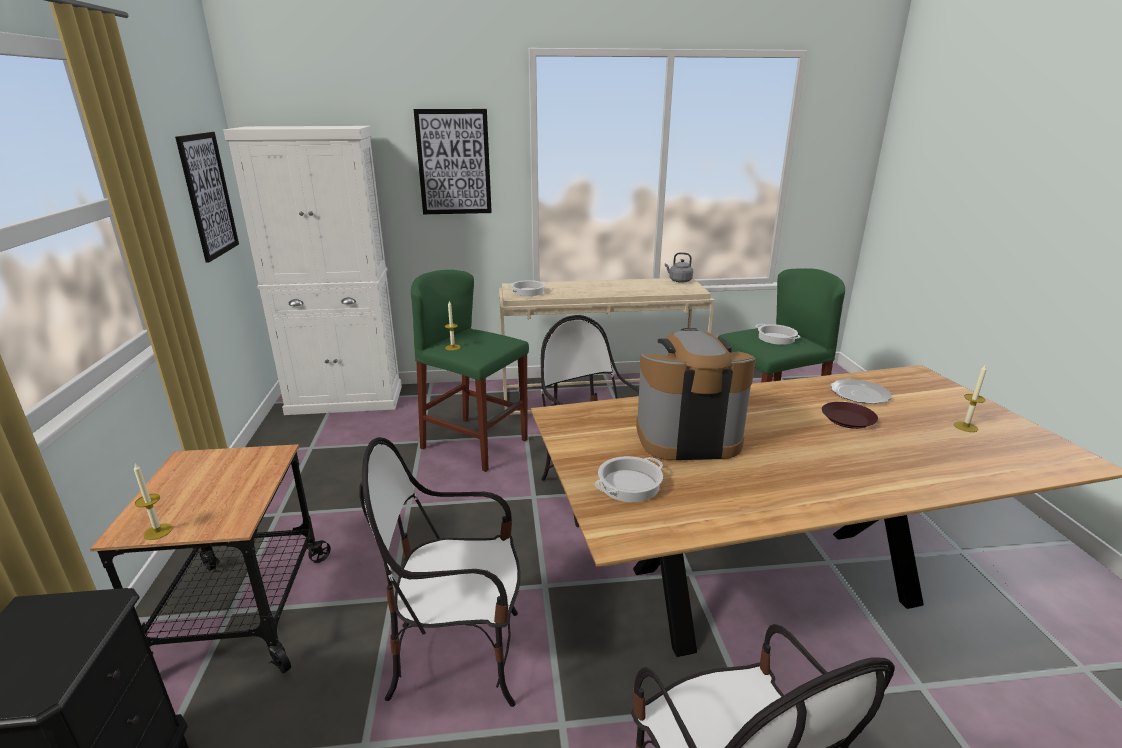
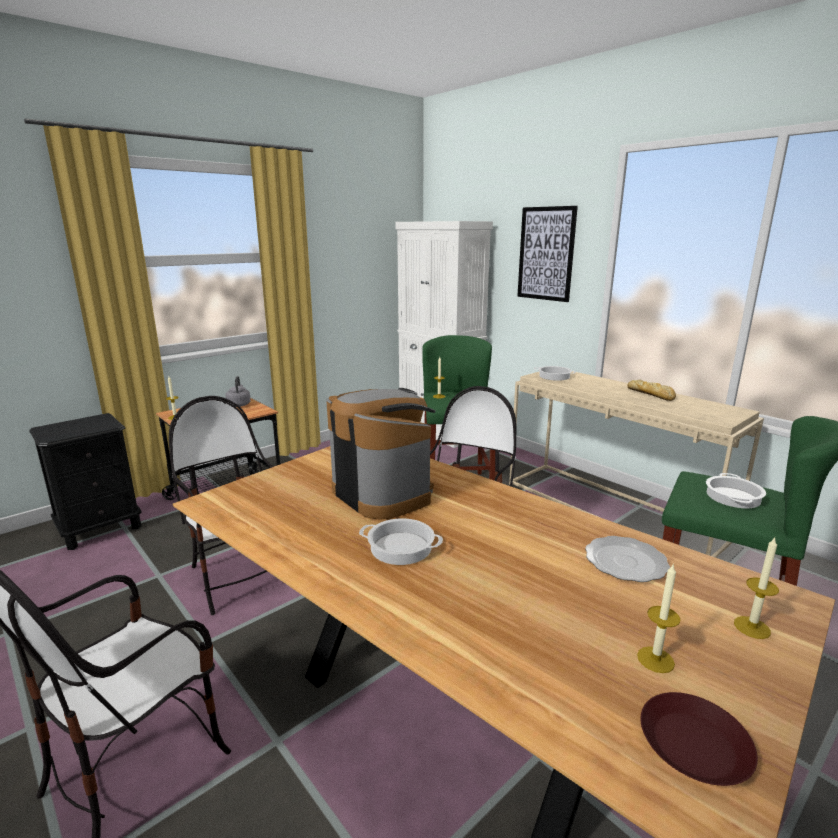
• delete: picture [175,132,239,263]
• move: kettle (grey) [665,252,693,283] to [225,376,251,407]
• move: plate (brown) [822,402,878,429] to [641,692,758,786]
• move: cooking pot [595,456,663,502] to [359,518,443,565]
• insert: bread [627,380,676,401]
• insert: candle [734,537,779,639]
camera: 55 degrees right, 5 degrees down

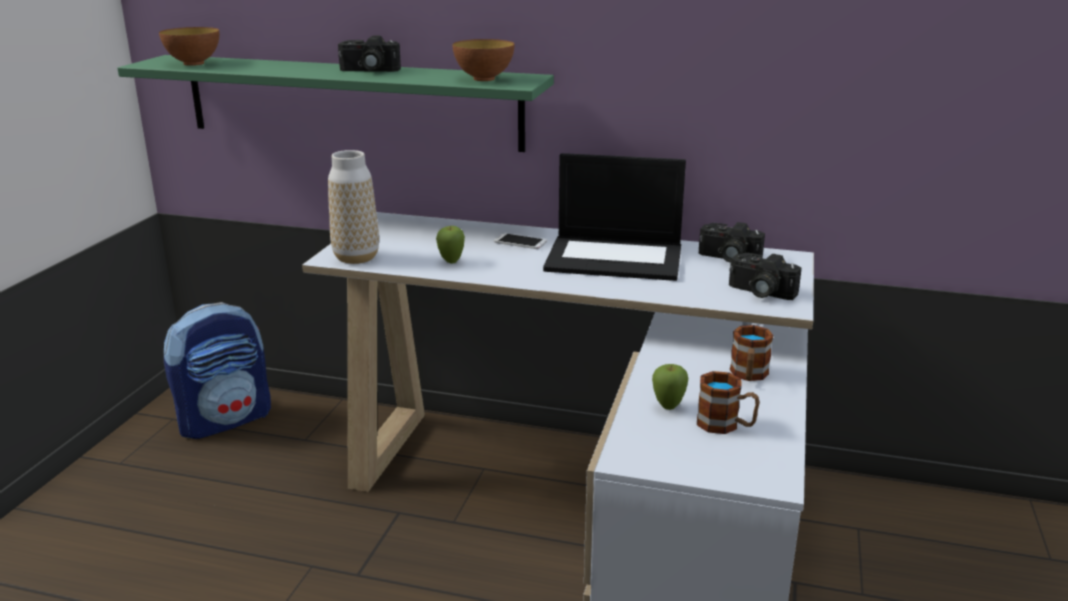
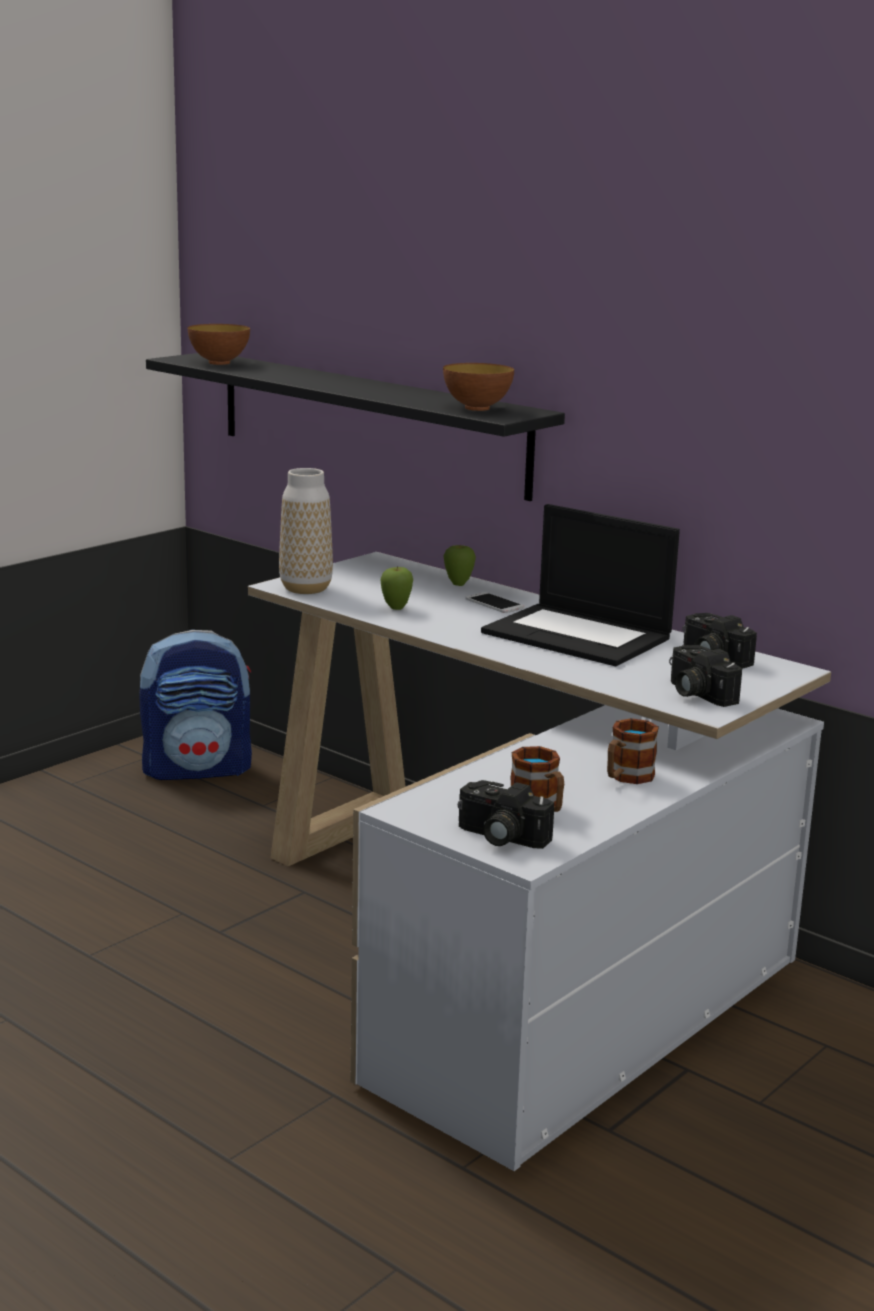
• move: photo camera [338,35,401,72] to [458,780,554,849]
• recolor: shelf (green) [117,55,554,152] to shelf (black) [146,353,565,501]
• move: apple [652,364,688,410] to [443,545,476,586]
camera: 25 degrees right, 5 degrees down

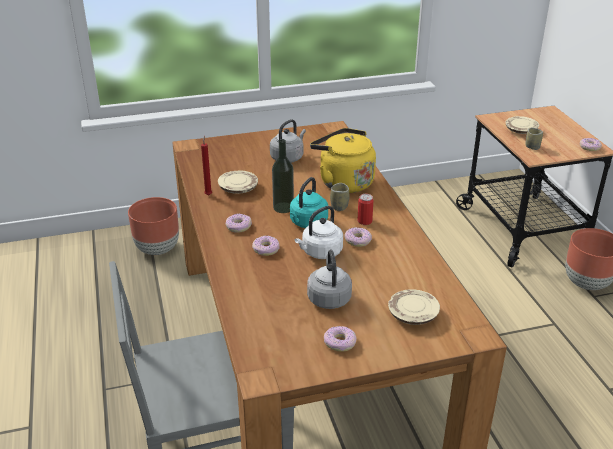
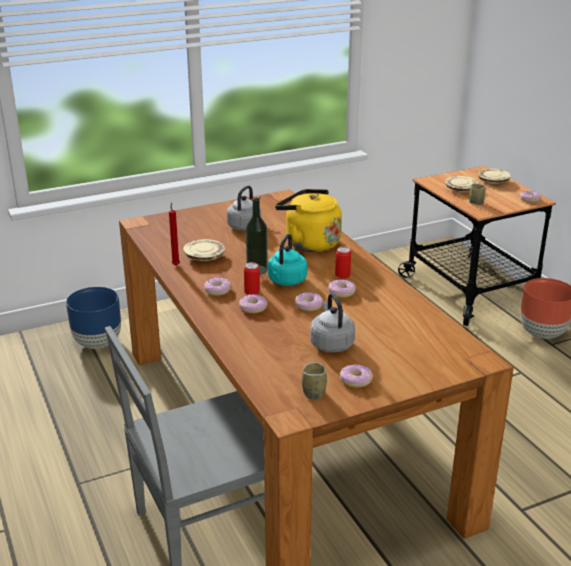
• move: cup [330,183,350,211] to [302,362,327,400]
• recolor: planter (brown) [128,197,179,255] to planter (blue) [66,287,121,349]
• replace: kettle (white) [295,206,343,259] to donut [295,292,323,311]
• move: plate (beige) [388,289,440,325] to [478,169,511,184]
• insert: can [244,262,260,295]
camera: 10 degrees left, 5 degrees down

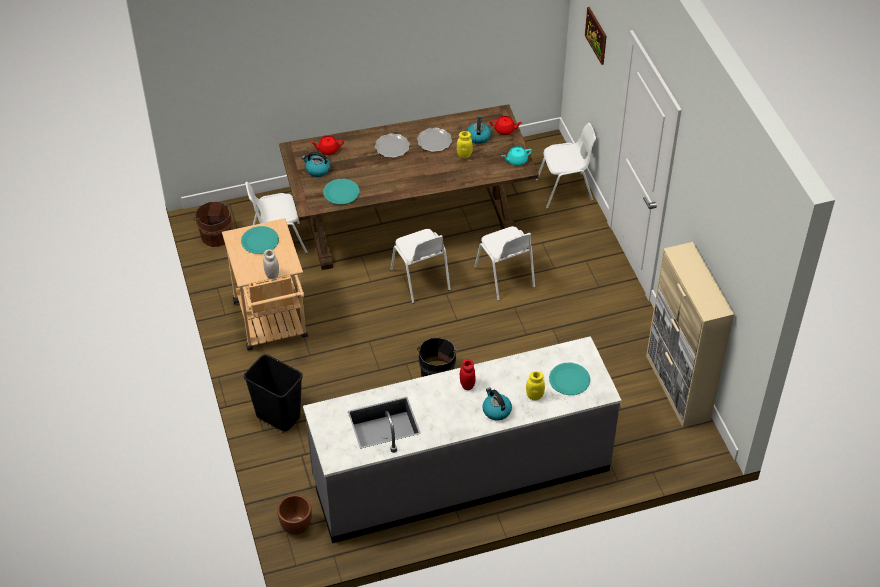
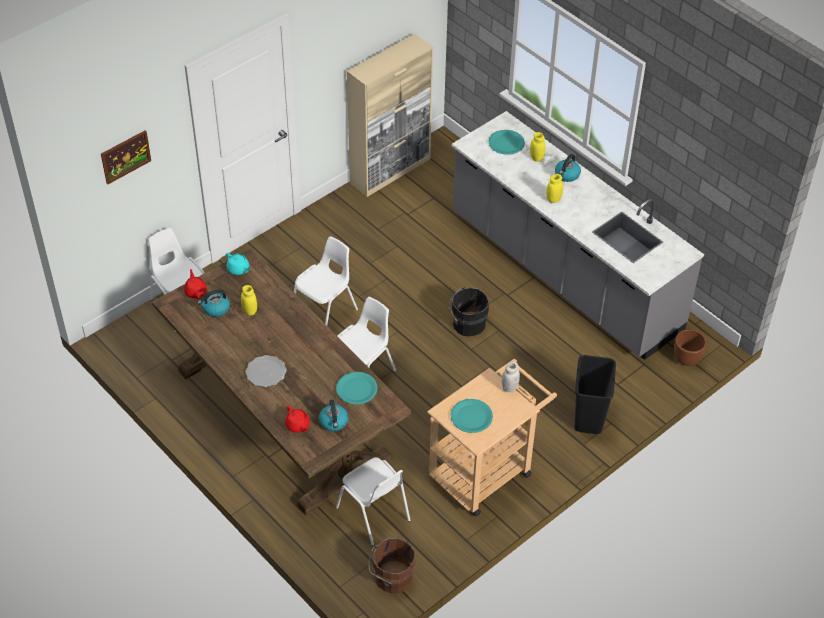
• delete: plate [417,128,452,152]
• recolor: jar (red) [460,359,476,390] to jar (yellow) [546,174,563,203]
camera: 115 degrees left, 0 degrees up

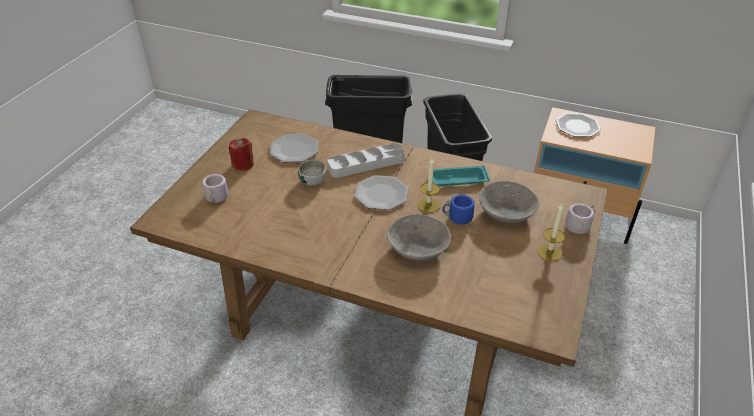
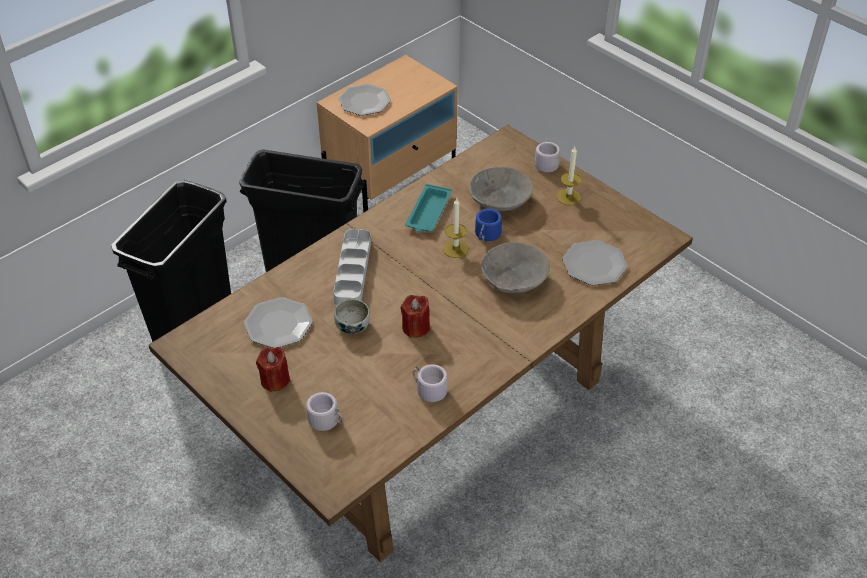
• move: plate [354,175,409,210] to [562,240,628,286]
• insert: candle (red) [400,295,430,338]
• insert: mug (grey) [413,364,448,409]
camera: 65 degrees left, 5 degrees up

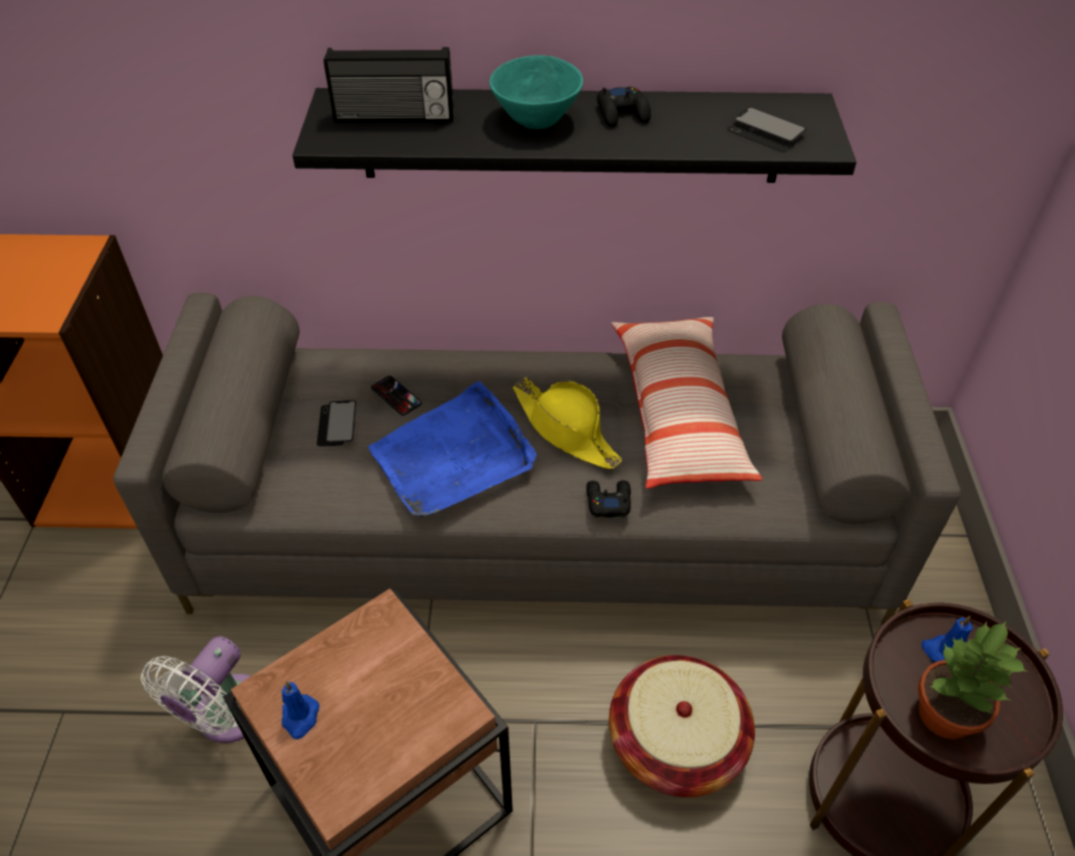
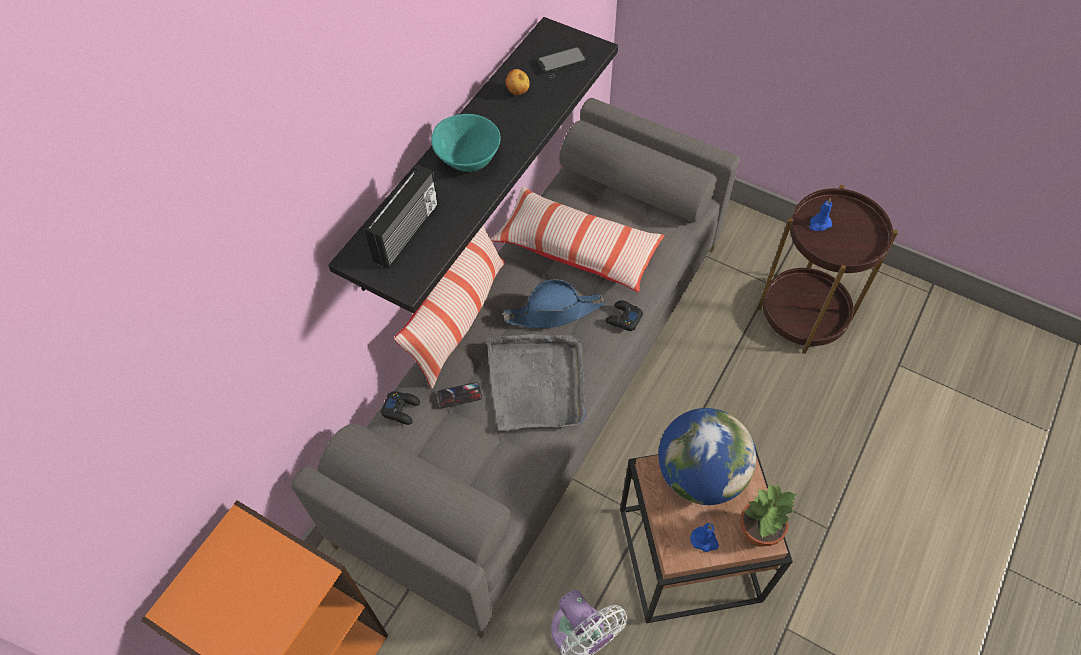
• move: game controller (black) [597,87,651,127] to [380,391,420,425]
• recolor: hat (yellow) [513,378,622,469] to hat (blue) [503,279,605,328]
• recolor: tray (blue) [368,381,536,517] to tray (grey) [487,334,587,431]
• delete: phone [317,400,356,447]
• move: potted plant [918,620,1029,739] to [740,483,797,546]
• delete: basket [609,655,755,797]
• insert: apple [506,69,530,95]
• insert: pillow [394,226,505,389]
• insert: globe [658,408,756,505]
camera: 60 degrees left, 10 degrees up

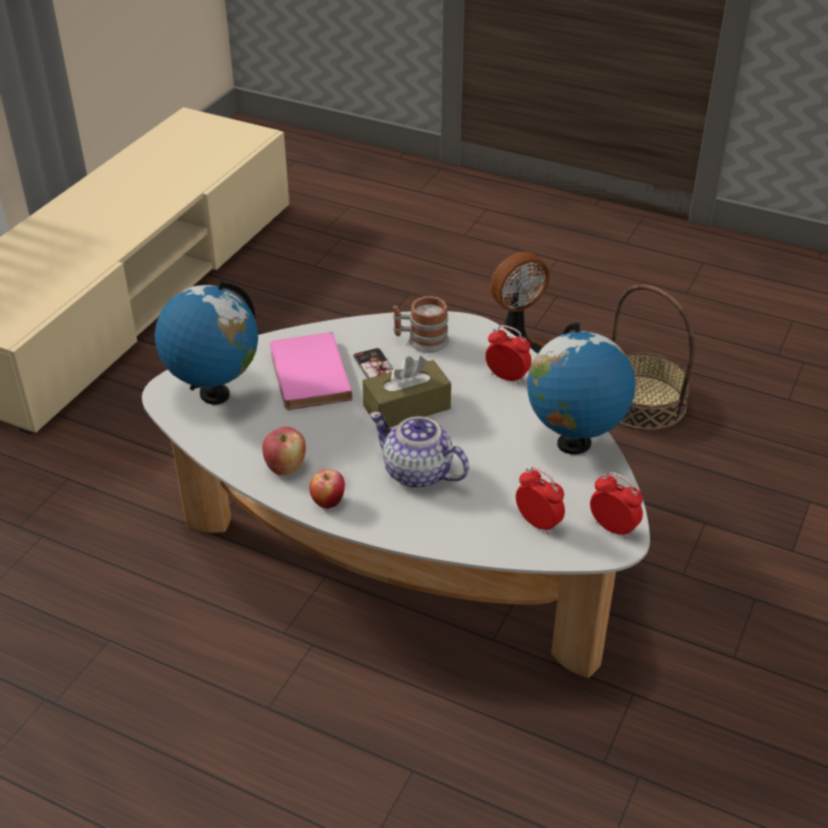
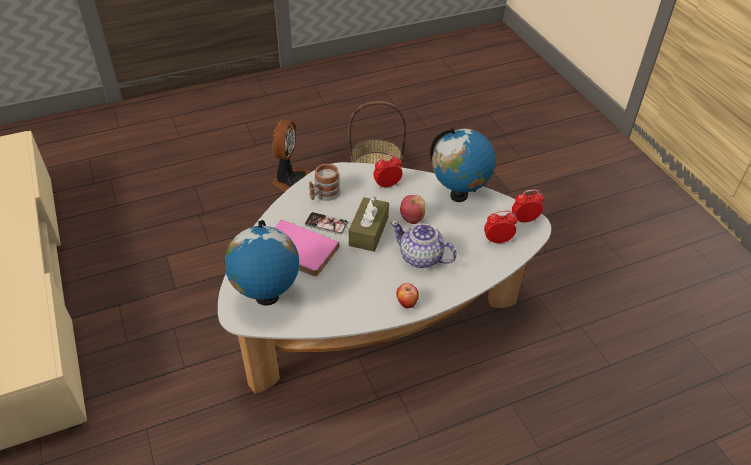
• rotate: teapot [369,412,469,488] = [391,221,457,268] 45 degrees clockwise
• move: apple [262,427,306,475] to [400,195,426,224]
camera: 50 degrees left, 5 degrees up

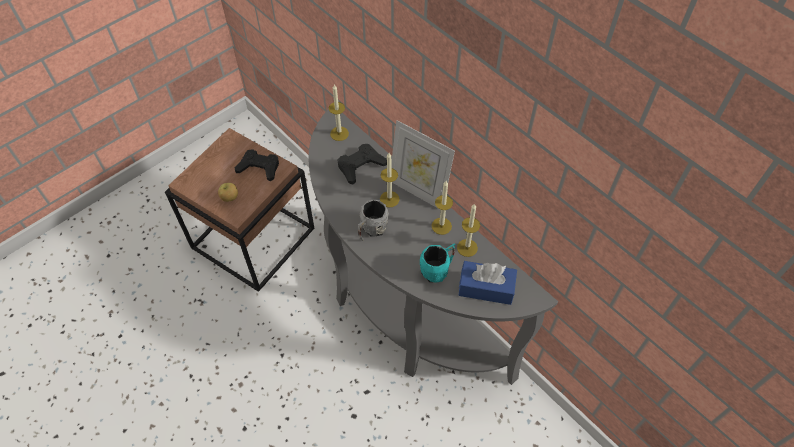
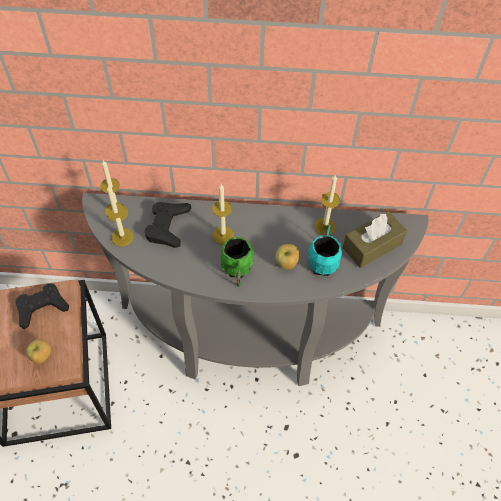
• delete: picture frame [391,120,455,208]
• move: candle [432,181,453,235] to [105,185,133,246]
• recolor: mug (grey) [358,200,389,241] to mug (green) [220,237,254,287]
• recolor: tissue box (blue) [459,261,517,305] to tissue box (brown) [343,211,407,268]
• insert: apple [275,244,299,270]
camera: 45 degrees left, 0 degrees up

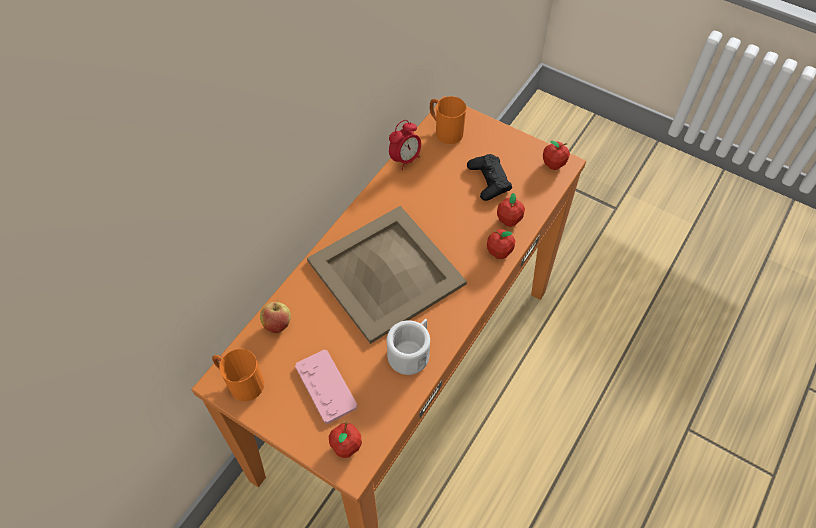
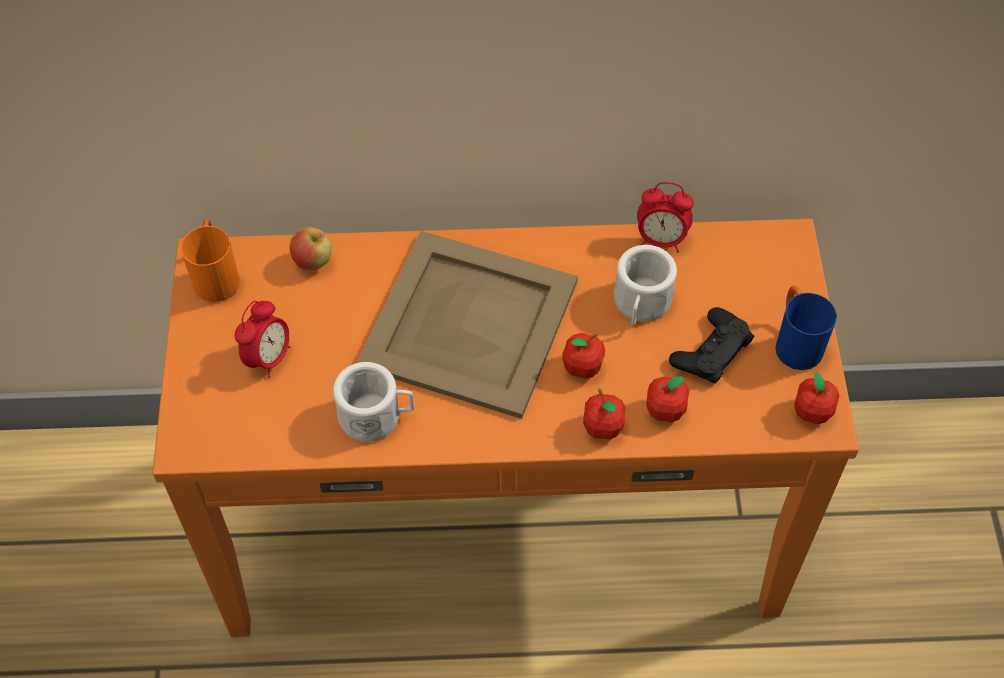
• delete: mug (orange) [430,96,466,144]
• replace: game controller (pink) [295,349,358,424] to alarm clock [235,301,291,378]
• move: apple [329,422,362,458] to [562,332,605,379]
• insert: mug (white) [614,245,677,325]
• insert: mug (blue) [776,286,837,370]
camera: 55 degrees right, 0 degrees up

